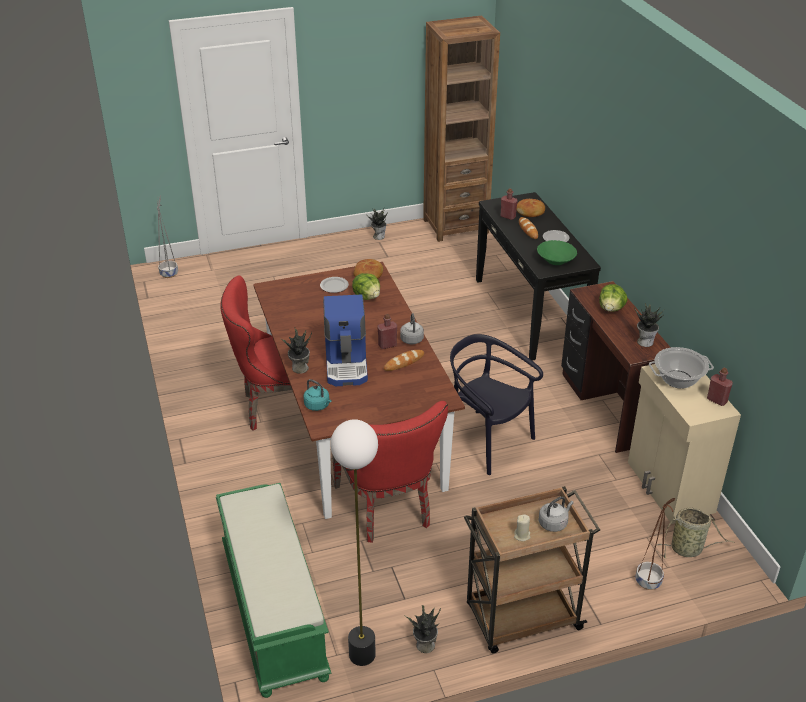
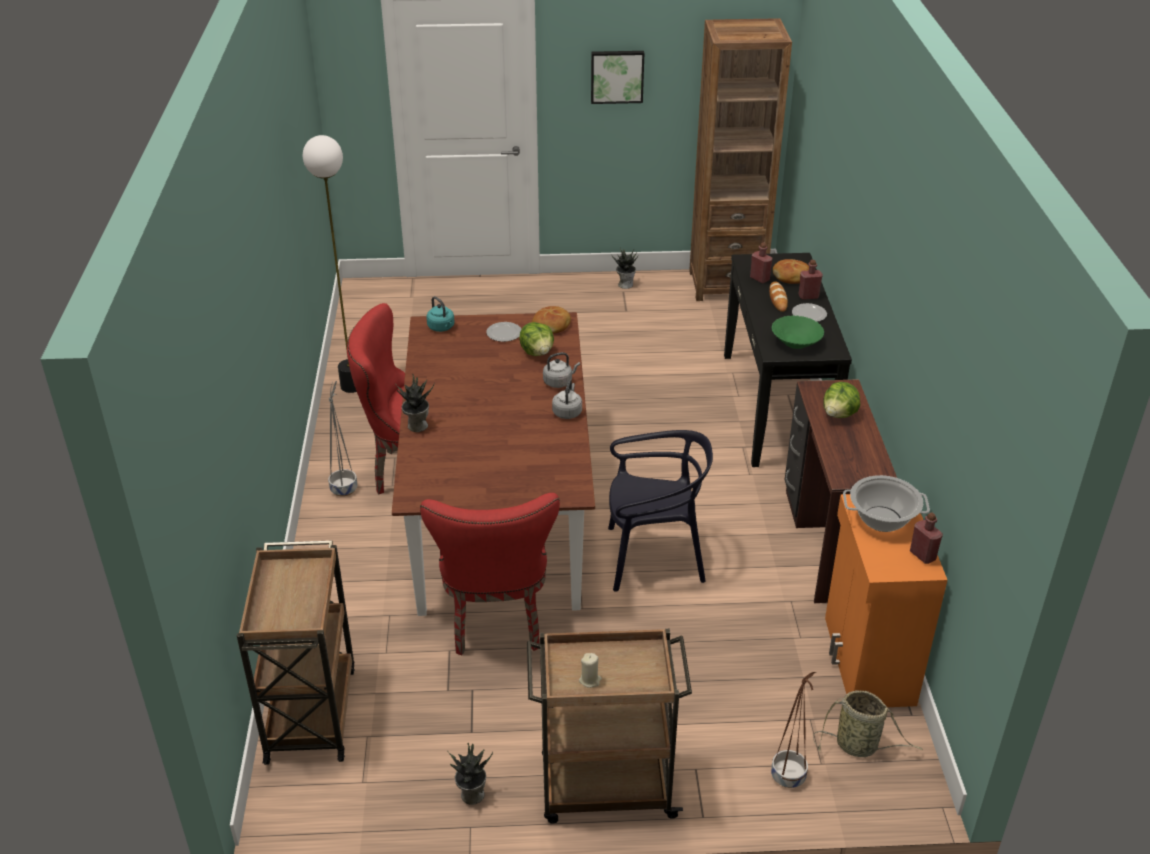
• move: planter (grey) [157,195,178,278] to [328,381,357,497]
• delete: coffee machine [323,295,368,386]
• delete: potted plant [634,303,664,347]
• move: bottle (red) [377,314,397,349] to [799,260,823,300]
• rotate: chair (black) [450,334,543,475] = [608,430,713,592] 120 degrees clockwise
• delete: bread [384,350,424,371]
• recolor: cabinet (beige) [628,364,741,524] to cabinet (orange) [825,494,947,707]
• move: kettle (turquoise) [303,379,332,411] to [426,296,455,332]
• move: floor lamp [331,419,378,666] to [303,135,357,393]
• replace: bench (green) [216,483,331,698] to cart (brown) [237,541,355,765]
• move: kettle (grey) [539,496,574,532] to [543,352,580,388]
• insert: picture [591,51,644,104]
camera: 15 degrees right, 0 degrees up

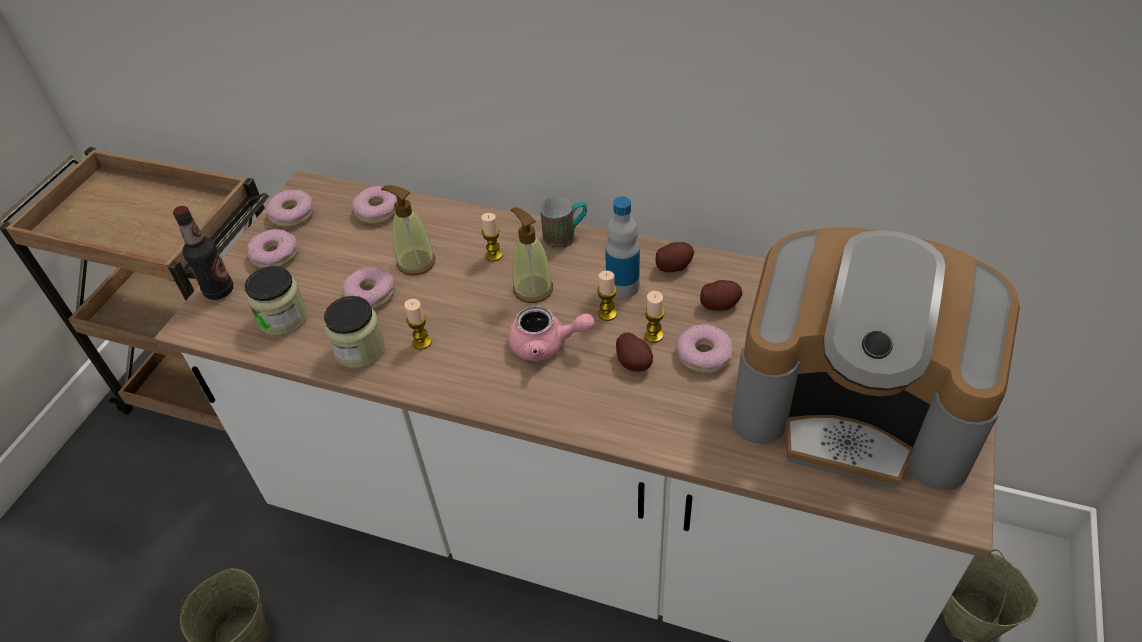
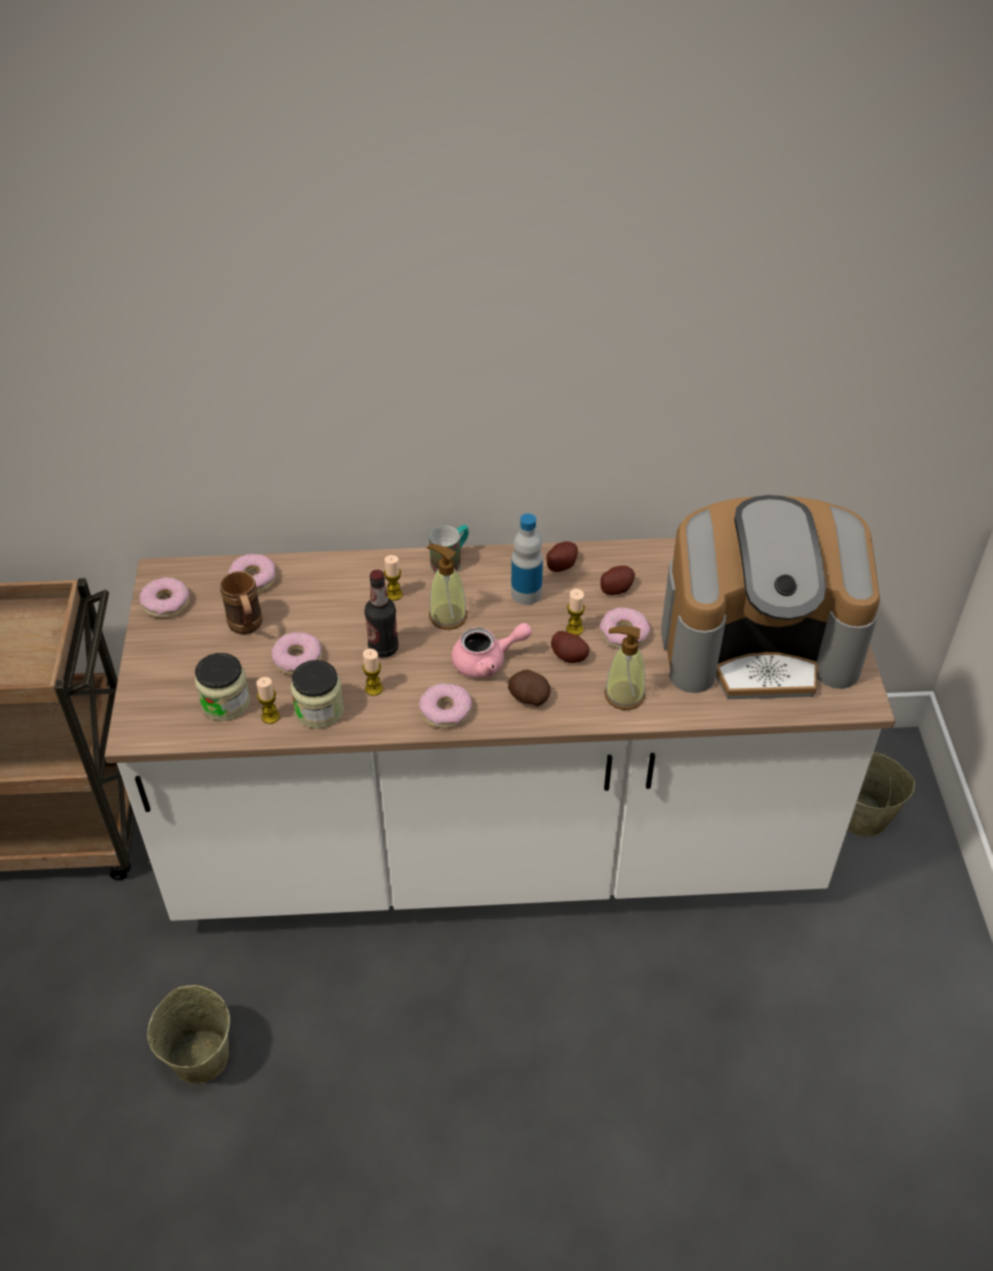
• move: soap dispenser [381,185,435,276] to [604,626,645,710]
• move: bottle [173,206,233,300] to [364,570,399,658]
• move: donut [247,229,298,268] to [419,683,472,729]
• move: candle [597,271,617,321] to [256,677,280,724]
• insert: mug (brown) [220,571,262,634]
• insert: potato [508,670,550,706]
camera: 25 degrees left, 0 degrees up

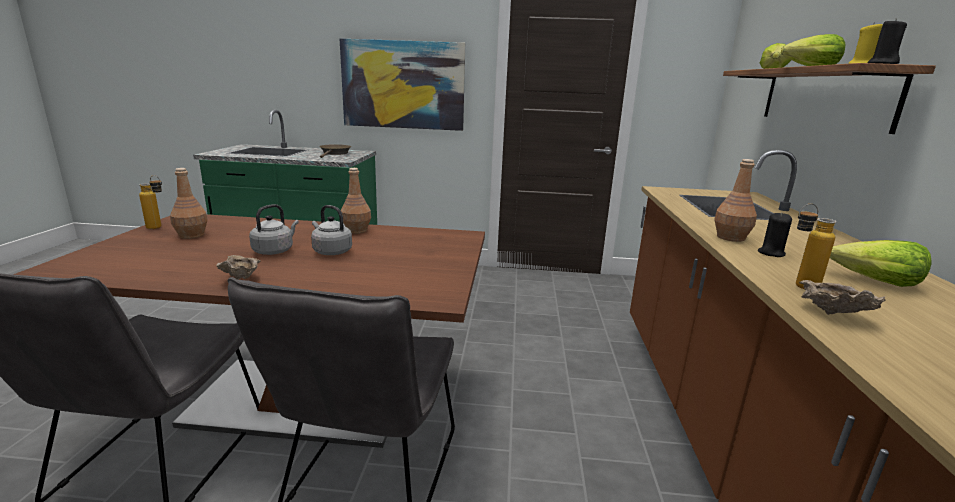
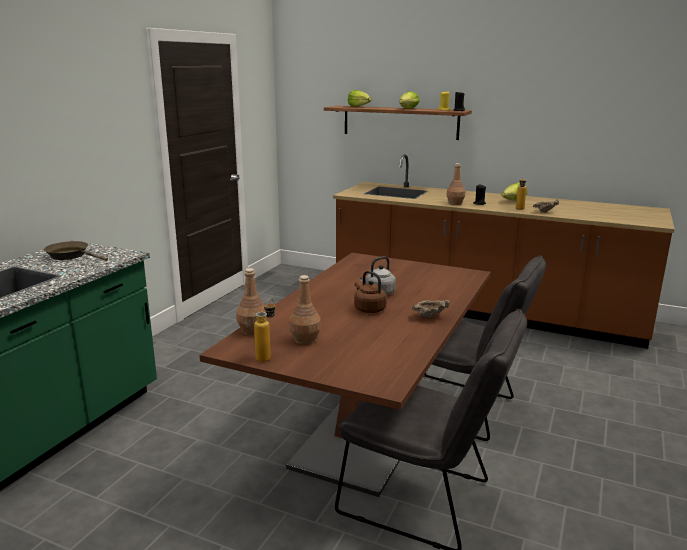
• delete: picture [340,39,465,131]
• move: bottle (brown) [341,168,371,234] to [236,268,268,336]
• recolor: kettle (grey) [249,204,299,255] to kettle (brown) [354,271,387,313]
camera: 70 degrees left, 0 degrees up

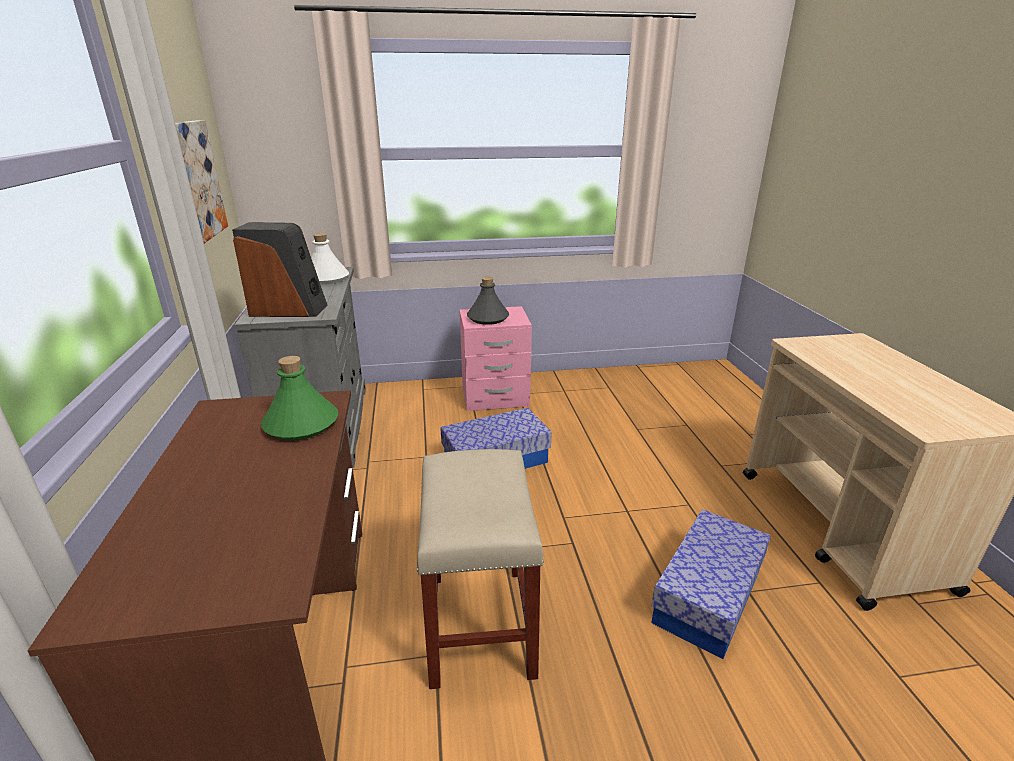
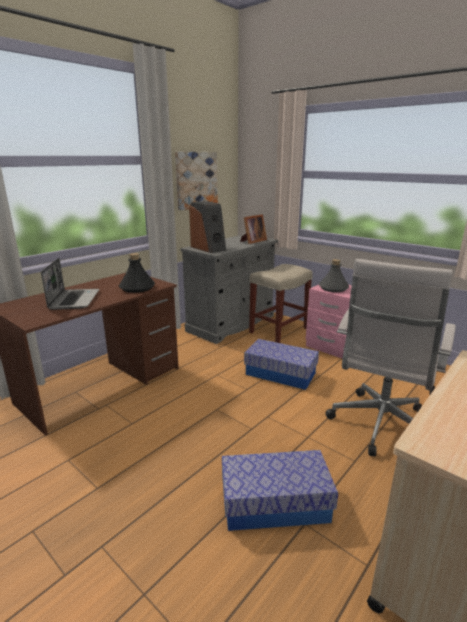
• replace: bottle (white) [311,233,349,285] to picture frame [240,214,267,244]
• recolor: bottle (green) [261,356,338,440] to bottle (black) [119,253,155,293]
• move: stool (beige) [417,449,544,689] to [249,264,313,343]
• insert: laptop [41,258,99,310]
• insert: office chair (white) [325,259,456,456]
camera: 50 degrees right, 5 degrees down

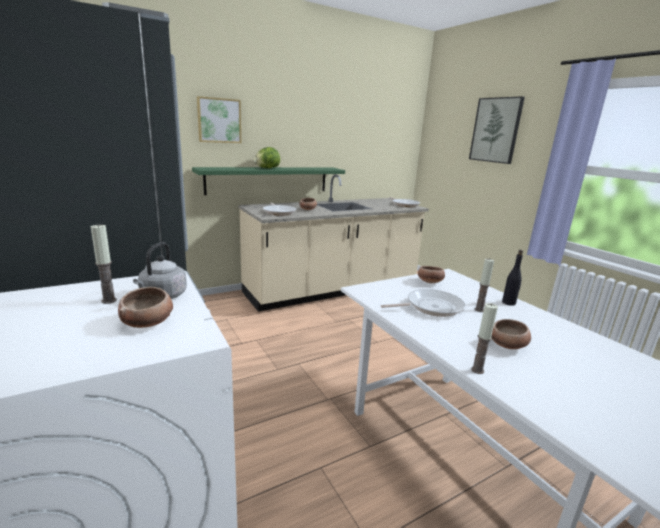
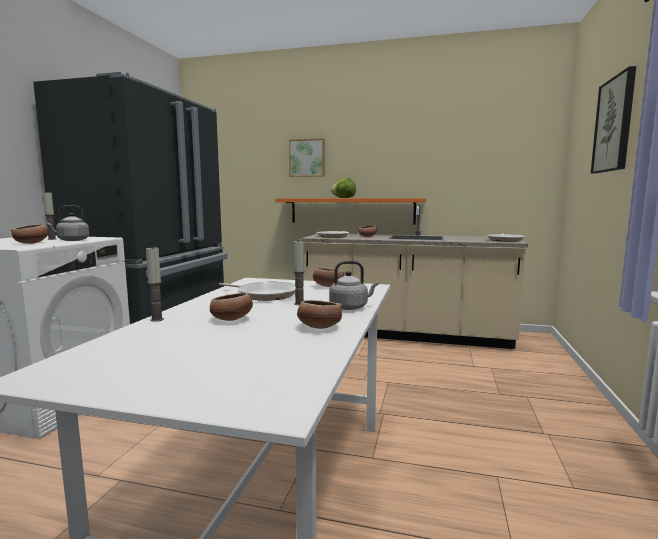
• recolor: shelf (green) [192,167,345,195] to shelf (orange) [275,198,426,224]
• replace: bottle (black) [502,250,523,306] to kettle (grey) [329,261,379,310]
• insert: bowl [297,300,342,329]
camera: 45 degrees right, 10 degrees down

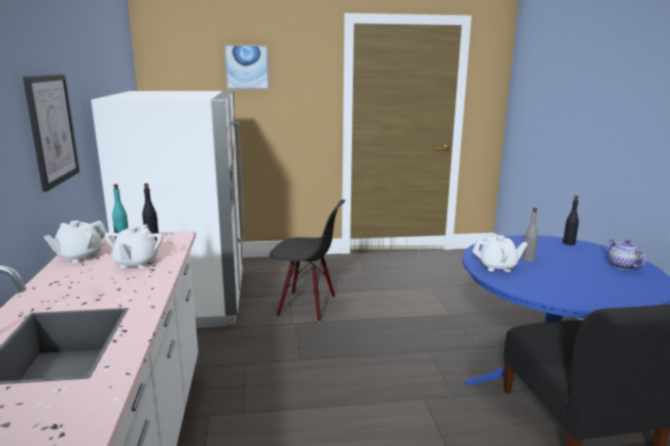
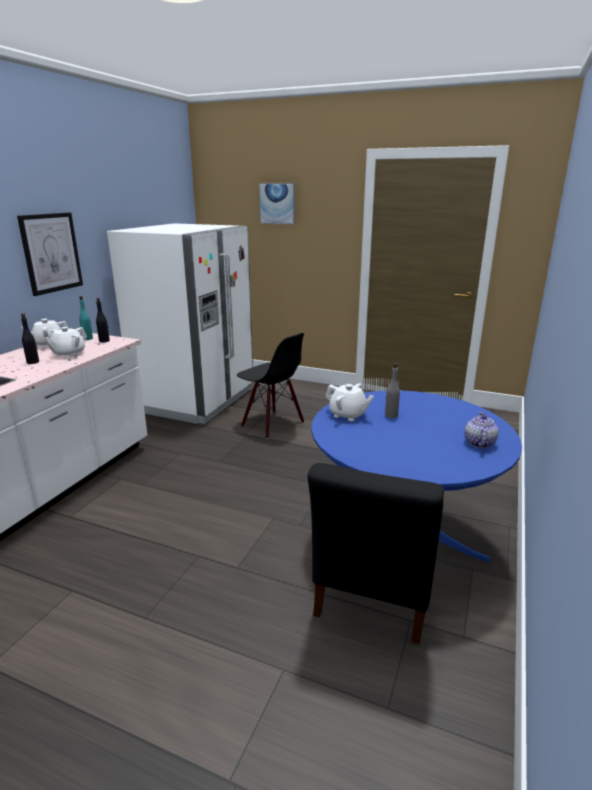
• move: bottle (black) [563,196,579,245] to [21,313,39,364]
camera: 30 degrees right, 5 degrees up

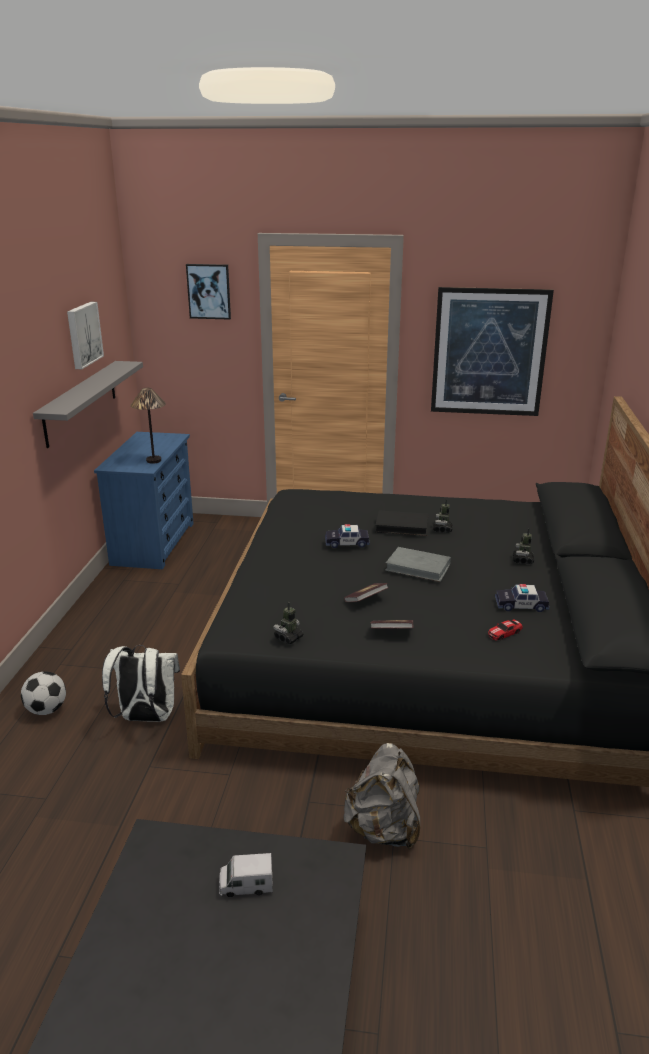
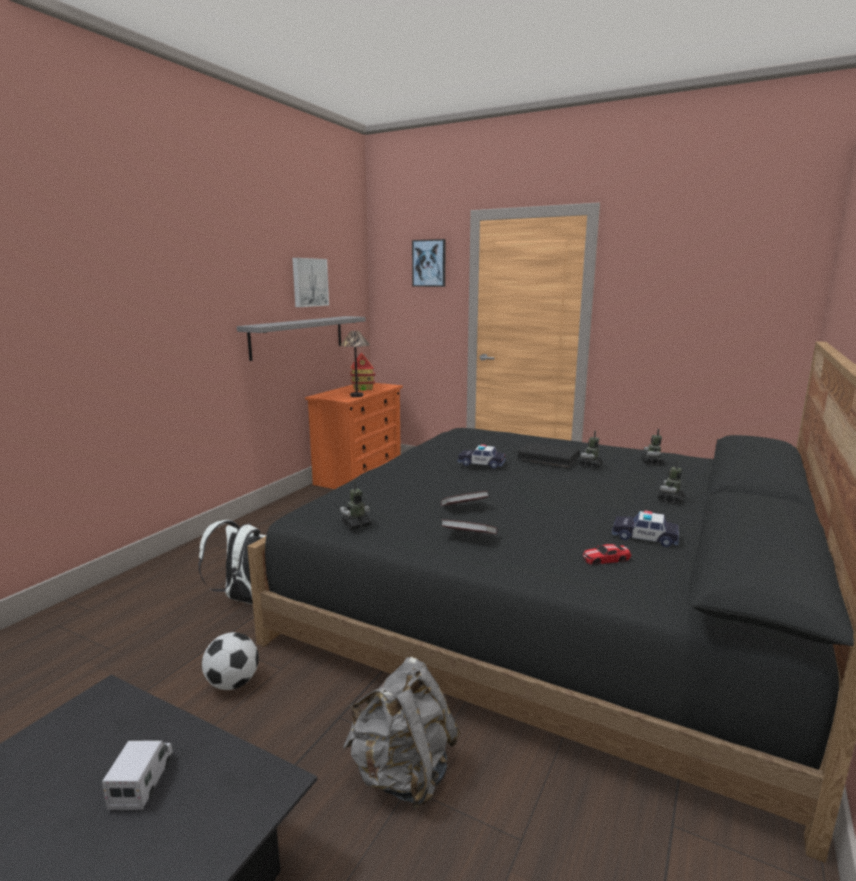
• delete: picture [431,287,554,416]
• recolor: dresser (blue) [94,432,194,569] to dresser (orange) [305,383,403,489]
• delete: book (grey) [385,547,451,582]
• move: football [21,671,66,715] to [202,632,259,690]
• rotate: toy truck [219,853,273,897] = [102,740,173,810] 75 degrees clockwise
• insert: toy house [350,352,375,391]
• insert: toy robot [641,429,665,465]
camera: 20 degrees right, 10 degrees down

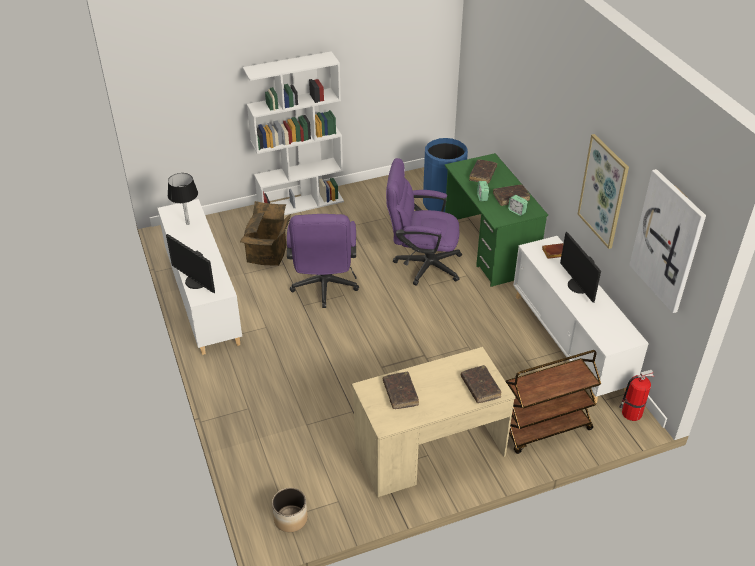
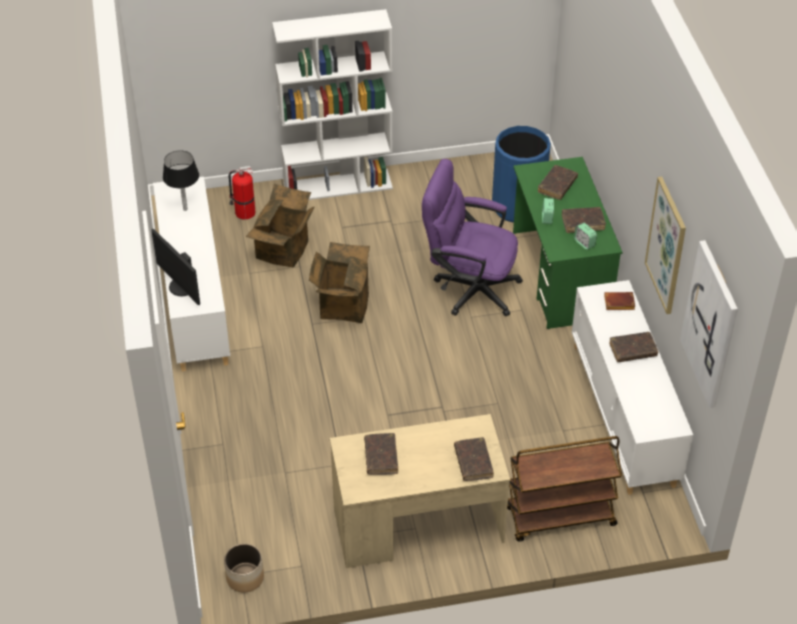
• replace: office chair (purple) [287,214,359,308] to cardboard box [309,242,370,323]
• replace: monitor [560,232,601,303] to book (brown) [609,332,658,362]
• move: fire extinguisher [619,370,654,421] to [229,166,255,220]
camera: 10 degrees right, 5 degrees up

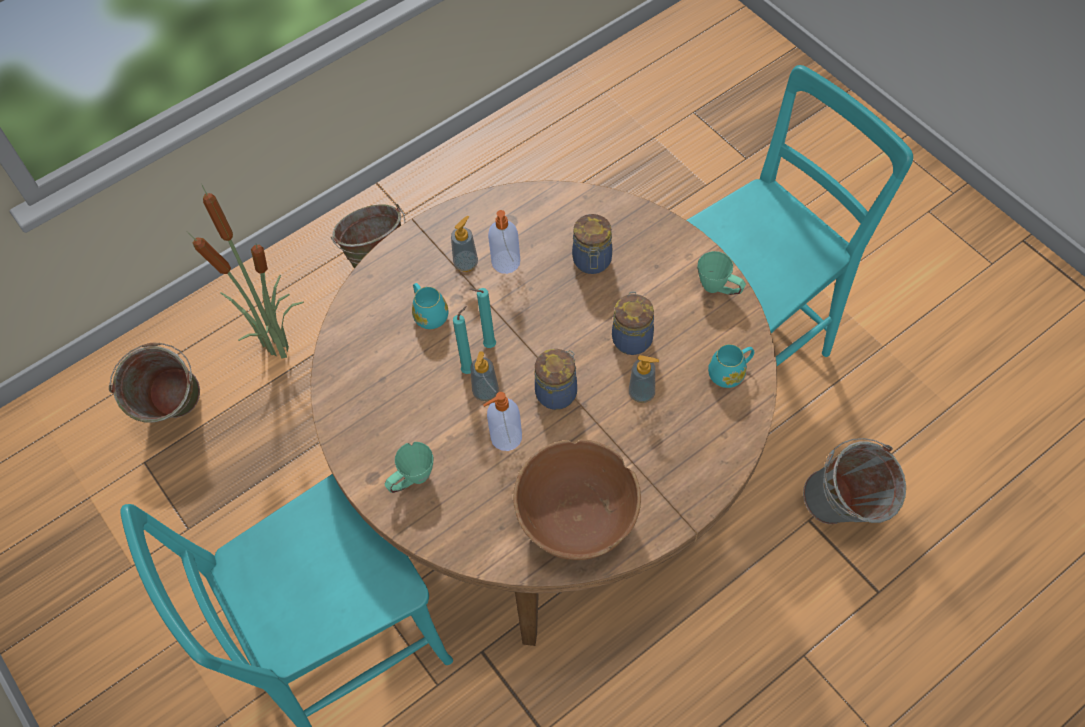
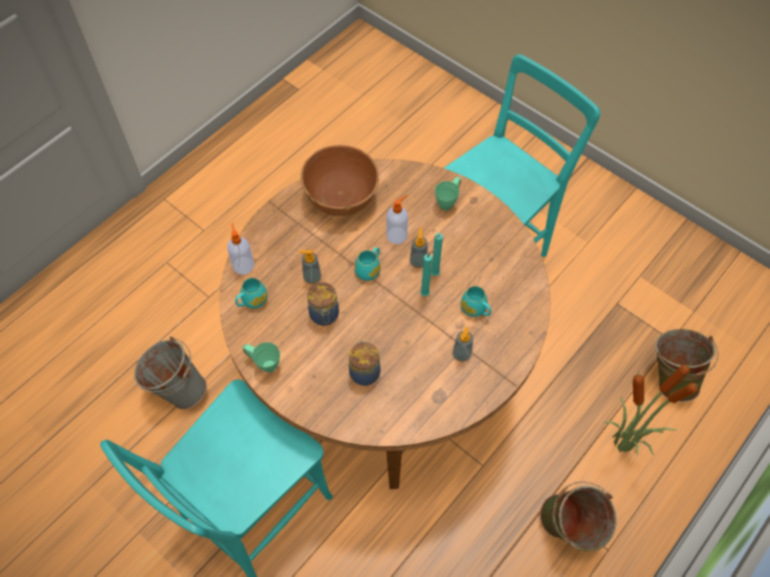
• move: soap dispenser [488,210,520,274] to [227,223,254,275]
• replace: jar [535,349,577,410] to mug (turquoise) [355,247,381,281]
camera: 165 degrees right, 0 degrees up

